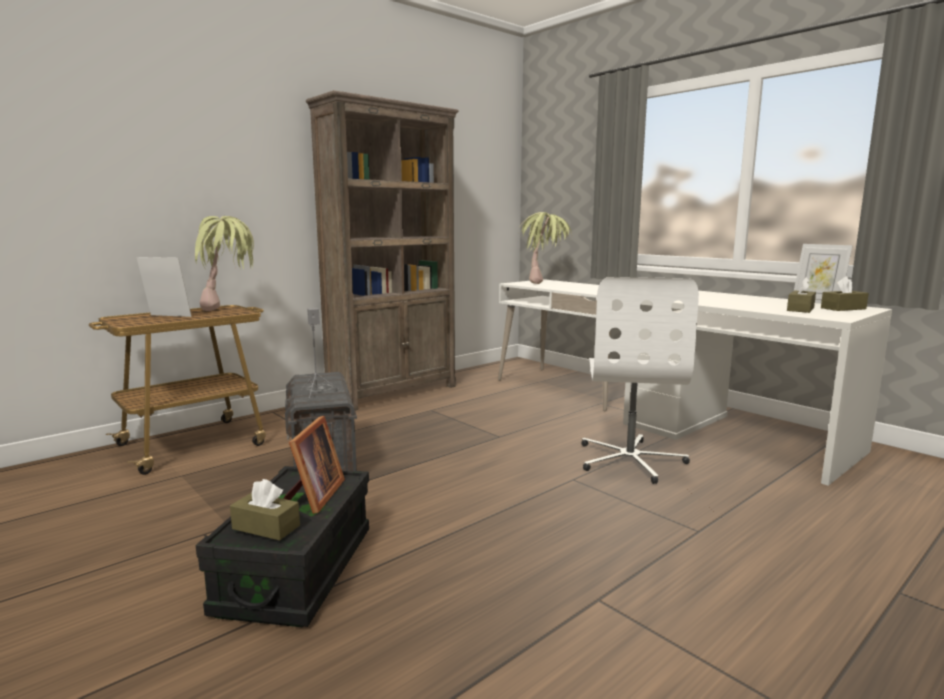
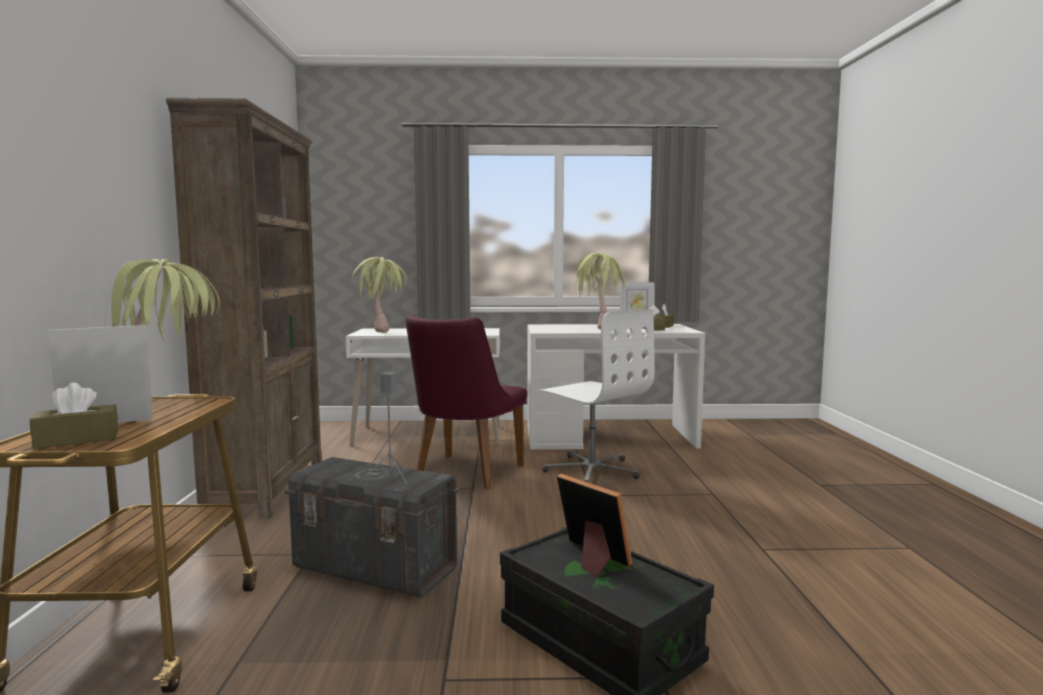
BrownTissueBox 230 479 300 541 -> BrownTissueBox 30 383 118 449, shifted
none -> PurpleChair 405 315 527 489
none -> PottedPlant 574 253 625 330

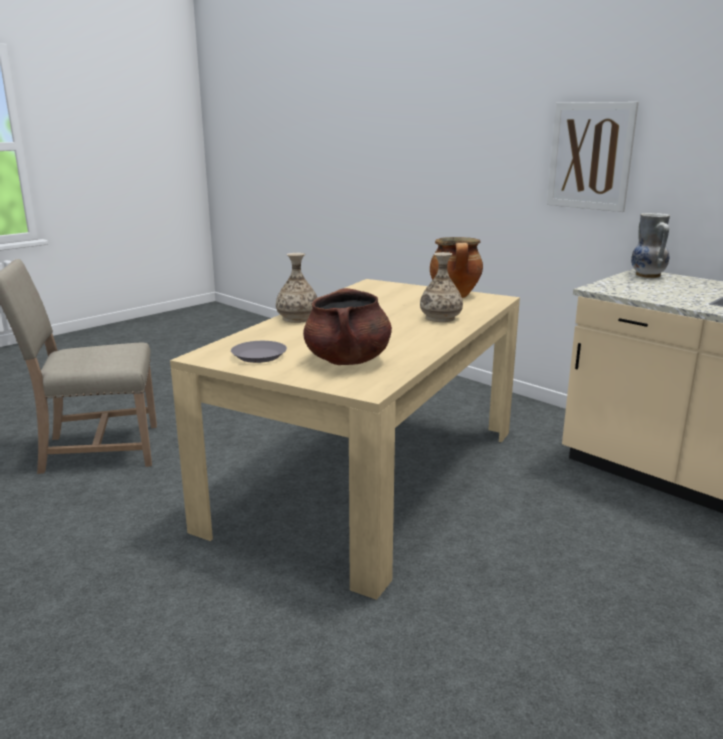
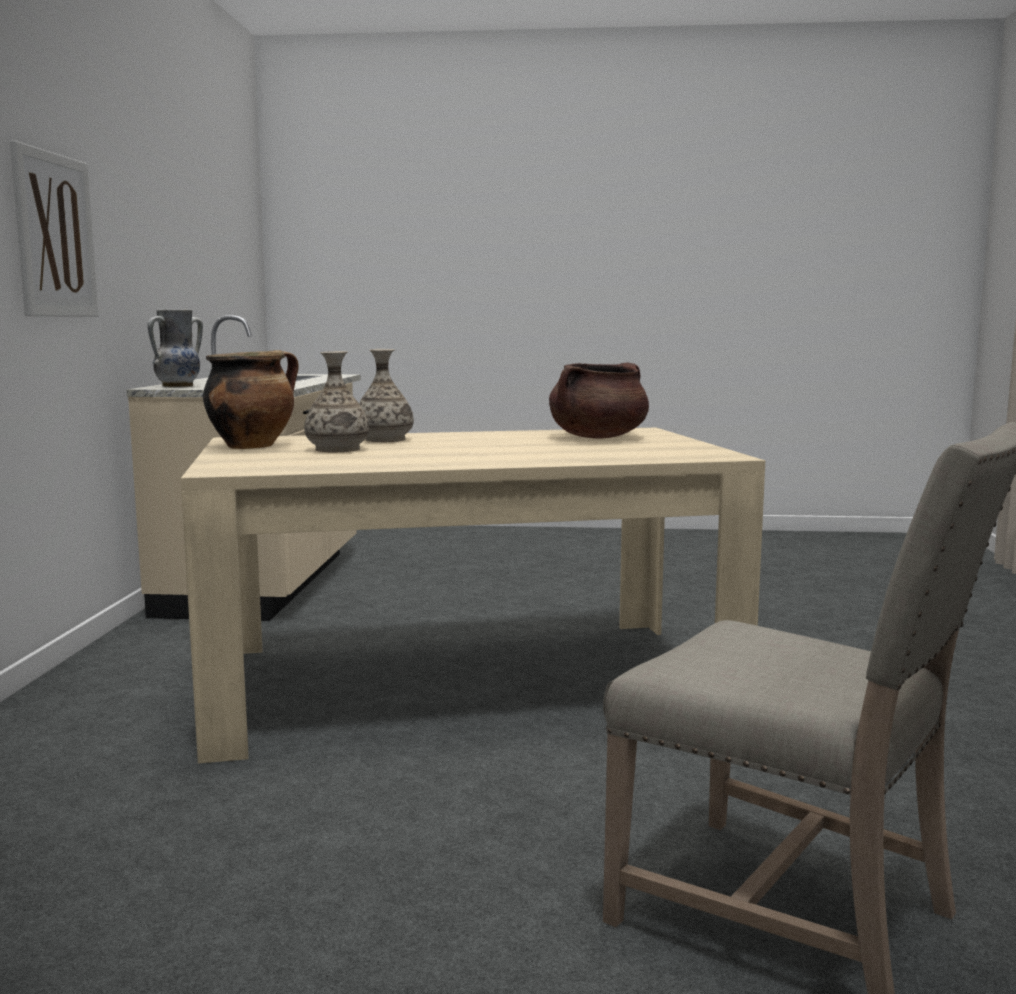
Vase 276 253 317 323 -> Vase 304 351 369 453, shifted
GreyPlate 231 341 287 363 -> none

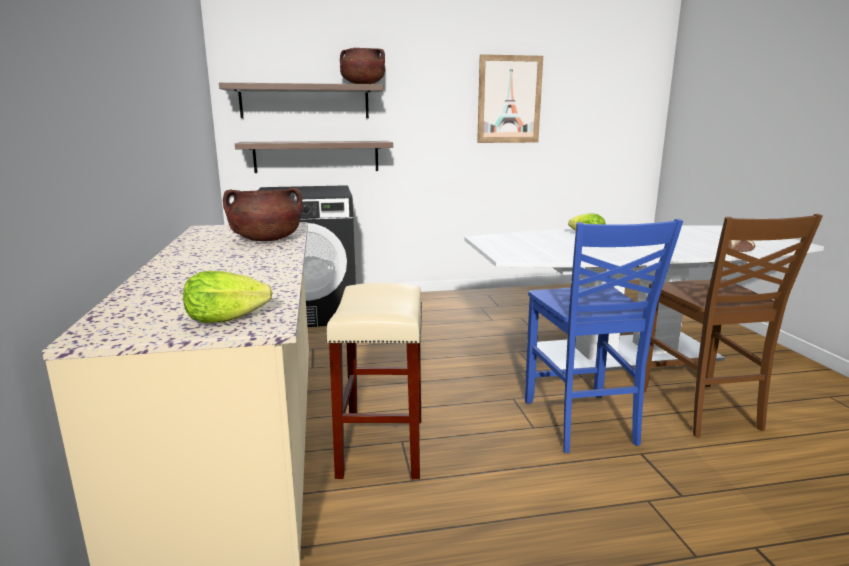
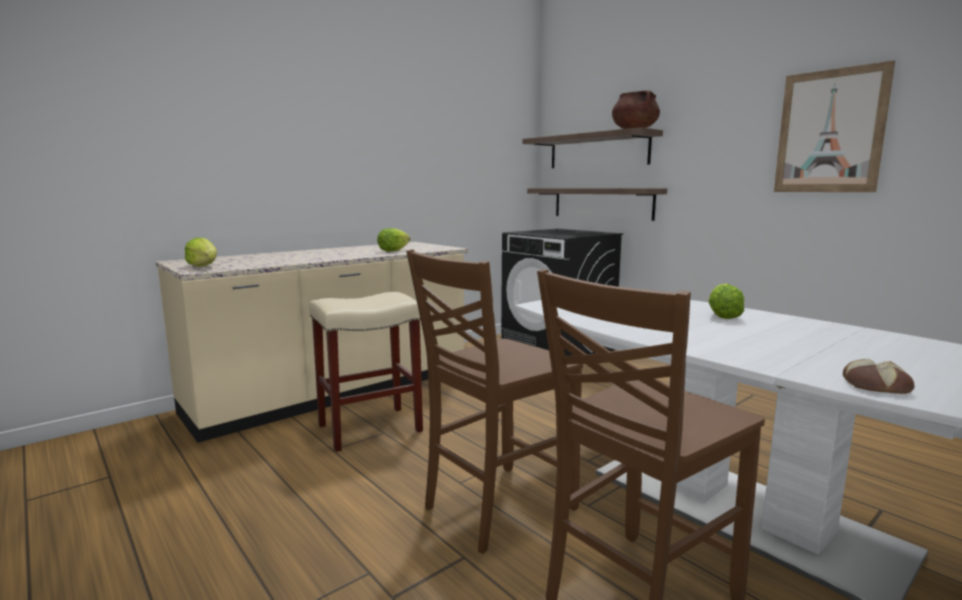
BrownCookingPot 223 188 302 241 -> Lettuce 377 228 410 252
BlueChair 525 219 683 453 -> BrownChair 406 249 583 554

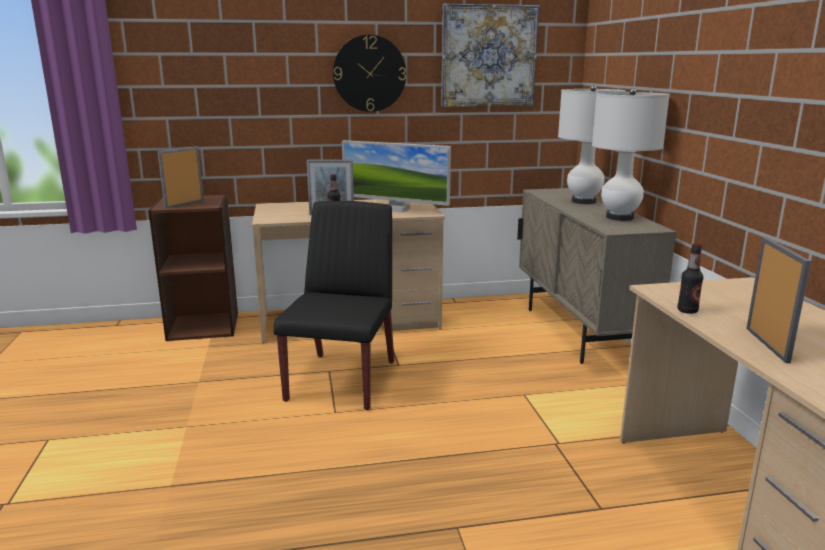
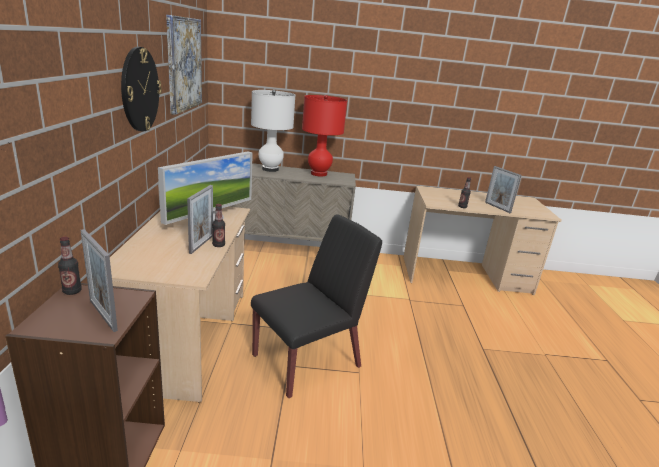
none -> Bottle 58 237 82 295
BlackChair 274 201 394 410 -> BlackChair 251 214 382 398, 120 degrees clockwise
WhiteTableLamp 592 88 670 221 -> RedTableLamp 302 95 347 176
PictureFrame 746 237 811 363 -> PictureFrame 485 166 522 213, 135 degrees counterclockwise

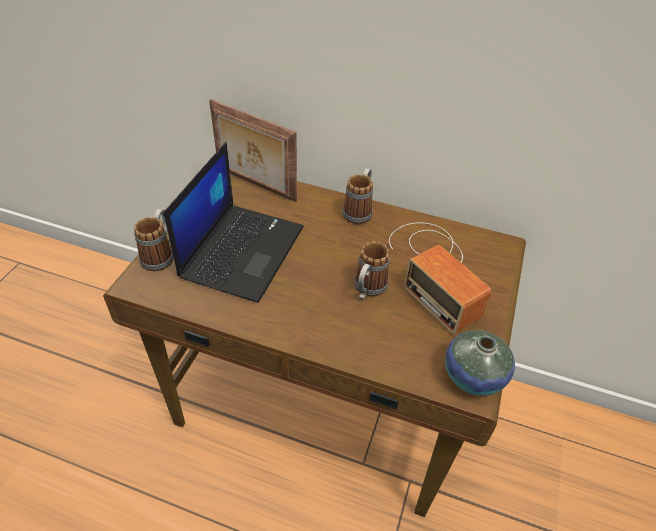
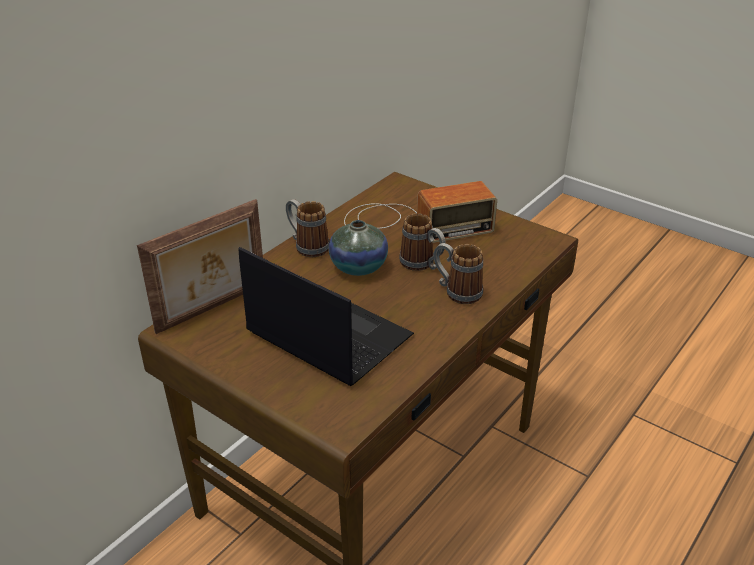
Vase 445 330 515 396 -> Vase 329 220 388 276, shifted
Mug 134 209 174 271 -> Mug 434 243 483 304, shifted

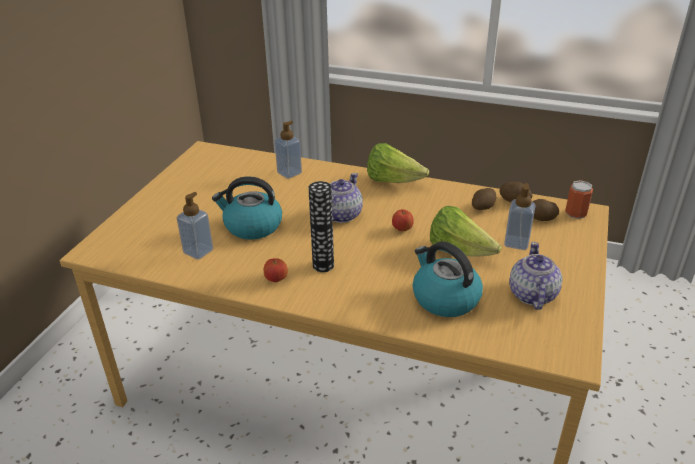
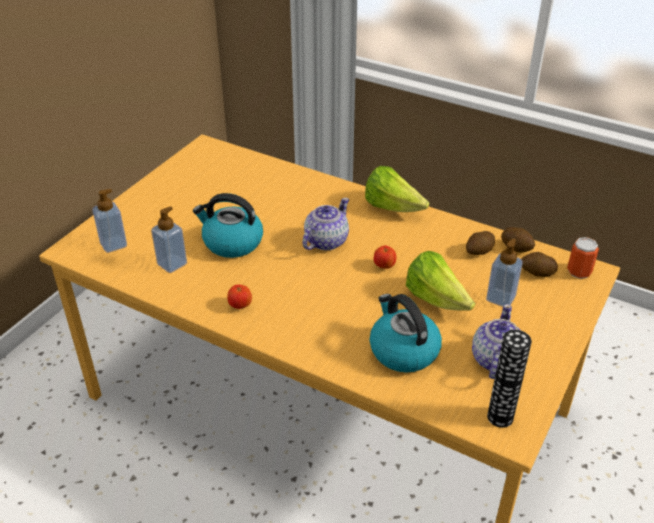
SoapDispenser 275 121 302 179 -> SoapDispenser 92 189 127 253, shifted
Vase 308 181 334 272 -> Vase 487 330 532 428, shifted

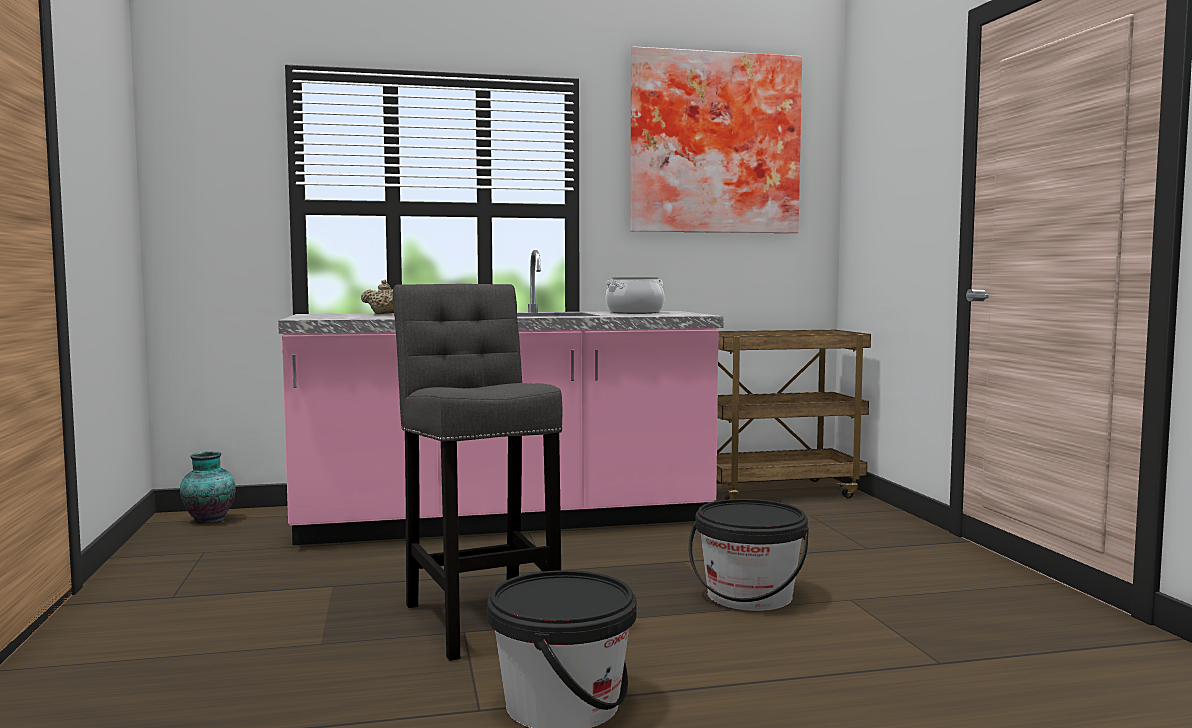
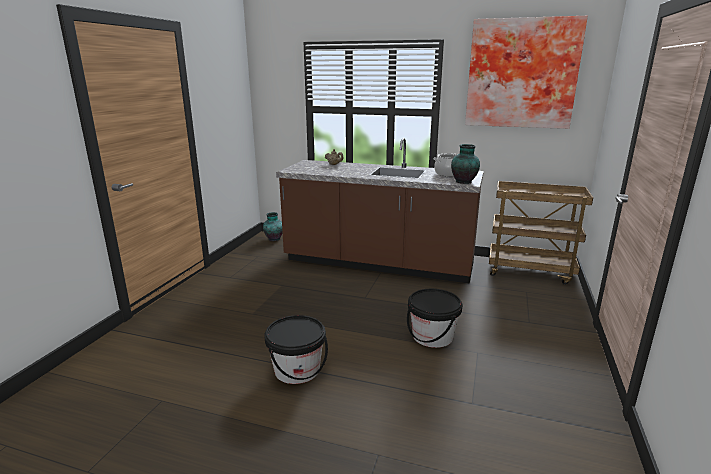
PinkCounter 278 250 724 545 -> BrownCounter 276 138 484 284
none -> Vase 451 144 480 184
GreyStool 392 284 563 661 -> none

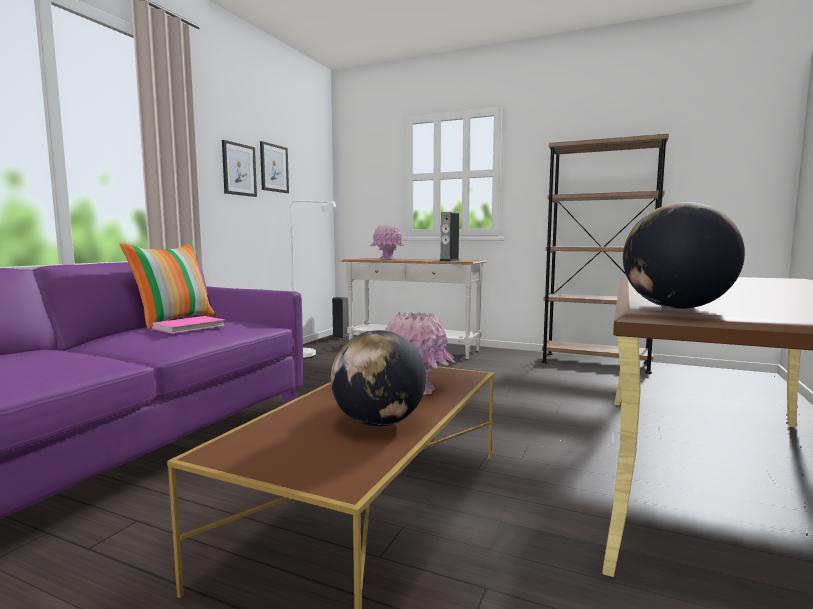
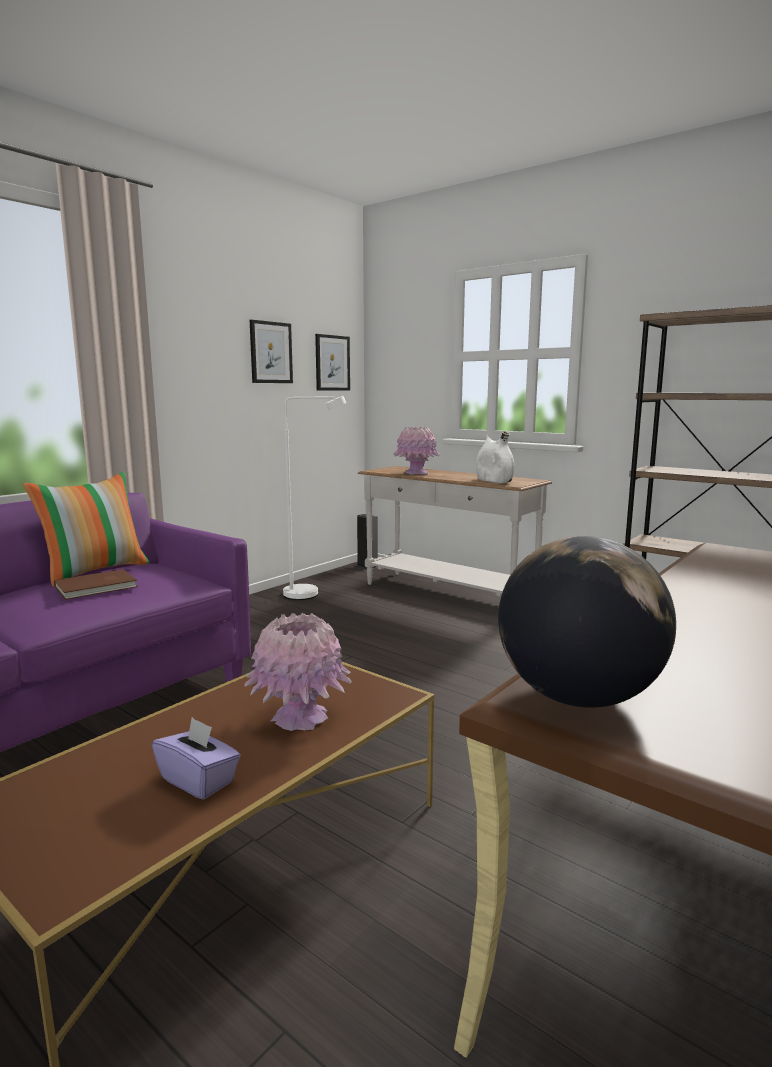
PinkBook 151 316 226 334 -> BrownBook 54 569 138 600
Globe 331 330 426 427 -> PurpleTissueBox 152 717 240 800
Picture 222 140 257 197 -> Picture 315 334 350 391, shifted
Speaker 439 212 460 261 -> WhiteVase 476 431 514 483

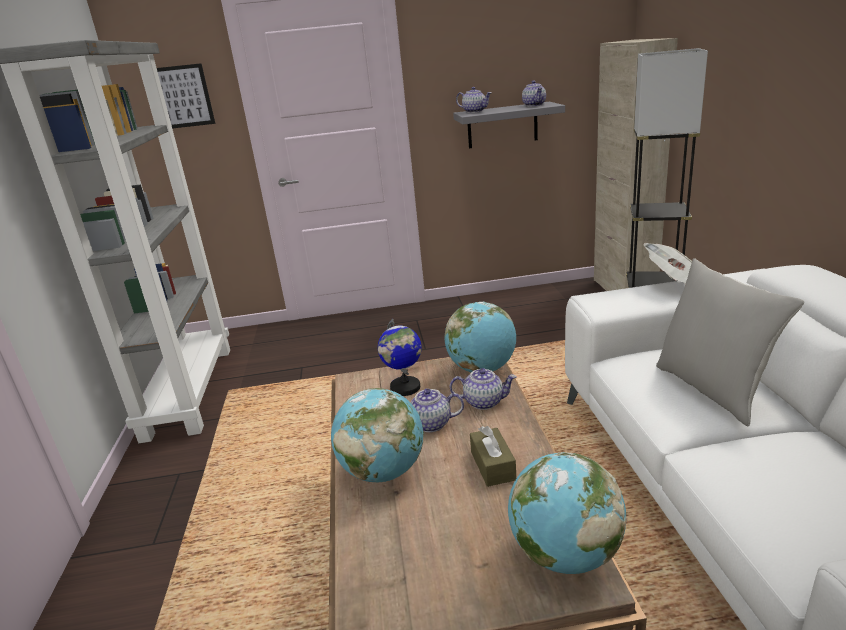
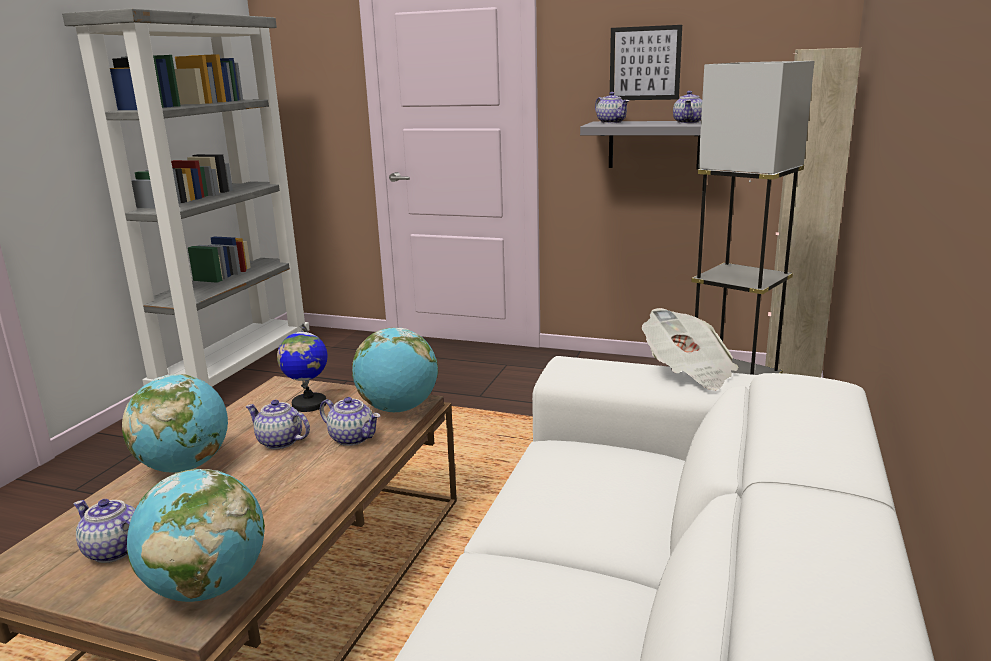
none -> Teapot 74 499 135 563
Picture 157 63 215 129 -> Picture 610 25 682 100, shifted
BrownTissueBox 470 426 516 487 -> none
GreyPillow 656 258 804 426 -> none

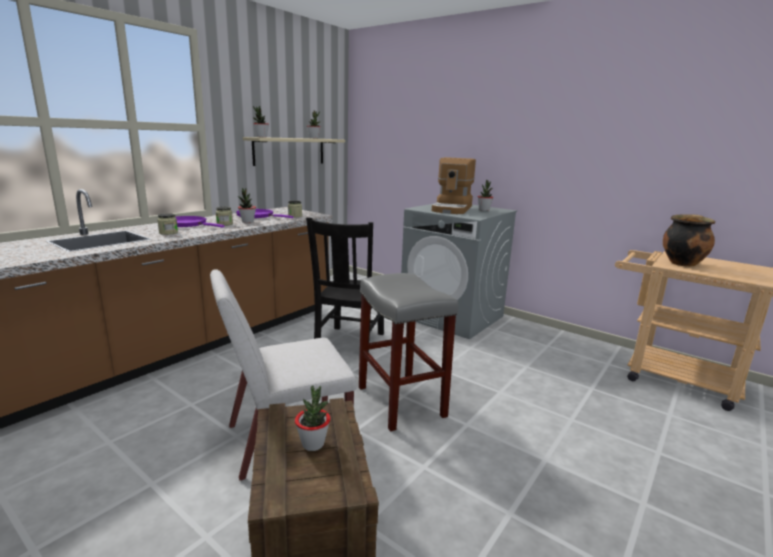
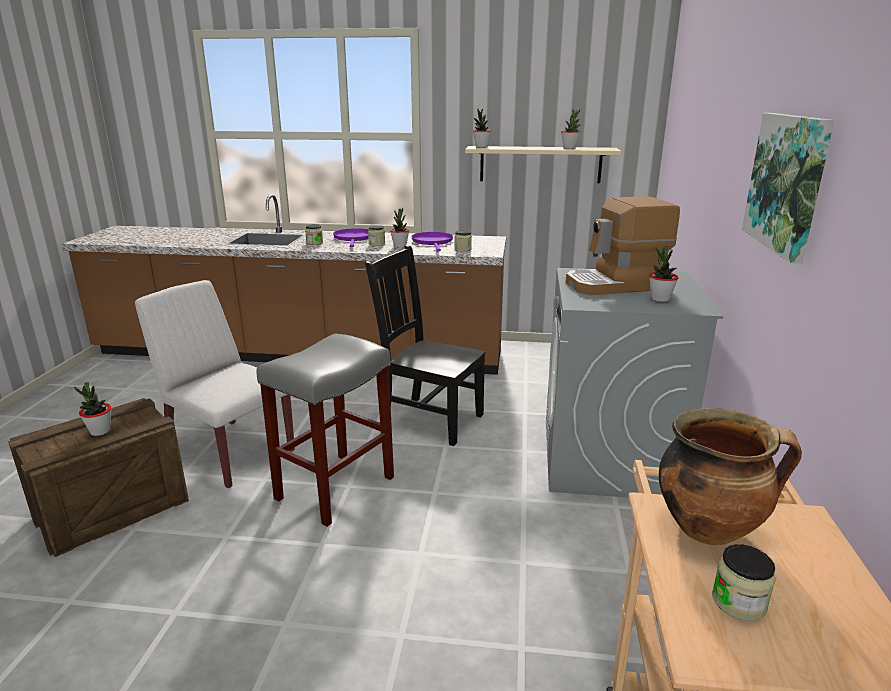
BlackChair 306 217 384 362 -> BlackChair 365 245 486 446, 45 degrees clockwise
none -> Jar 712 544 776 621
none -> Picture 742 113 834 263

